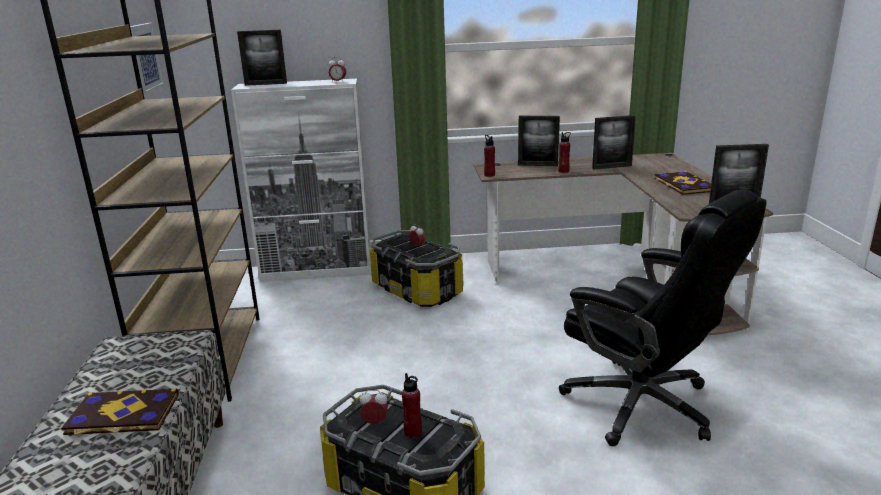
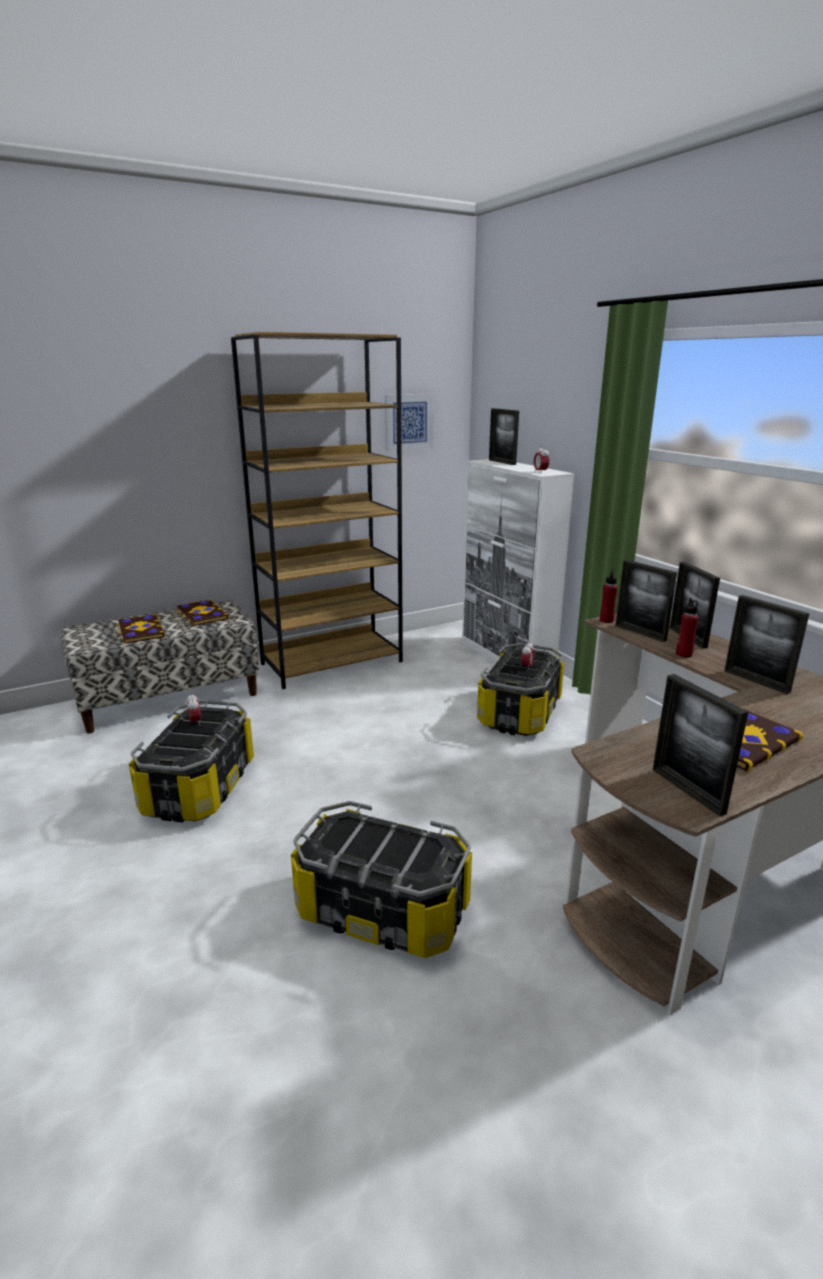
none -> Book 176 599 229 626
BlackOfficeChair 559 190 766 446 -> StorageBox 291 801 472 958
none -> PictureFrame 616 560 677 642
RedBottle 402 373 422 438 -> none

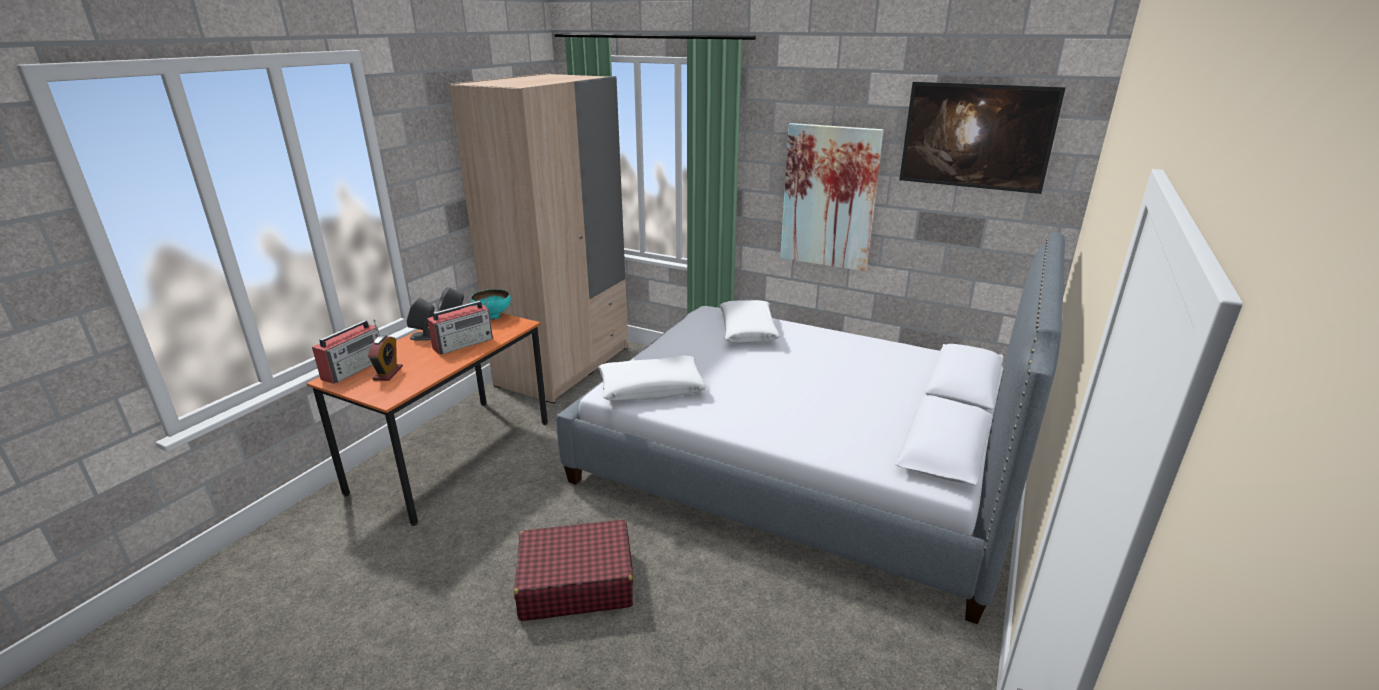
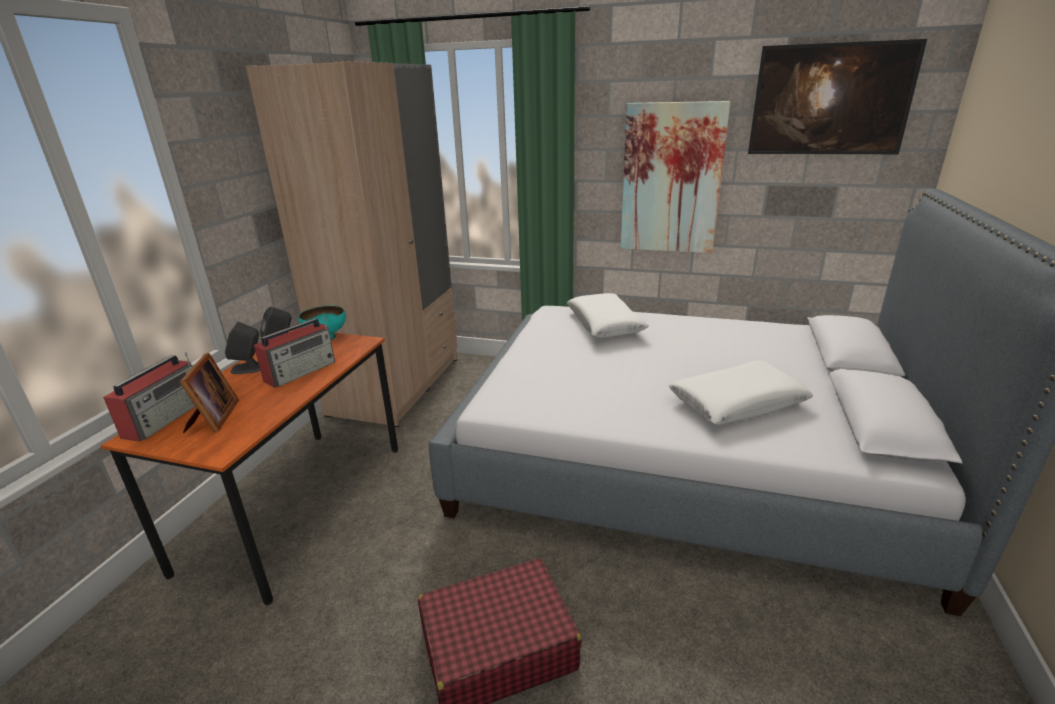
AlarmClock 368 335 403 381 -> PictureFrame 180 353 239 433
WhitePillow 598 355 706 401 -> WhitePillow 668 360 813 425, shifted

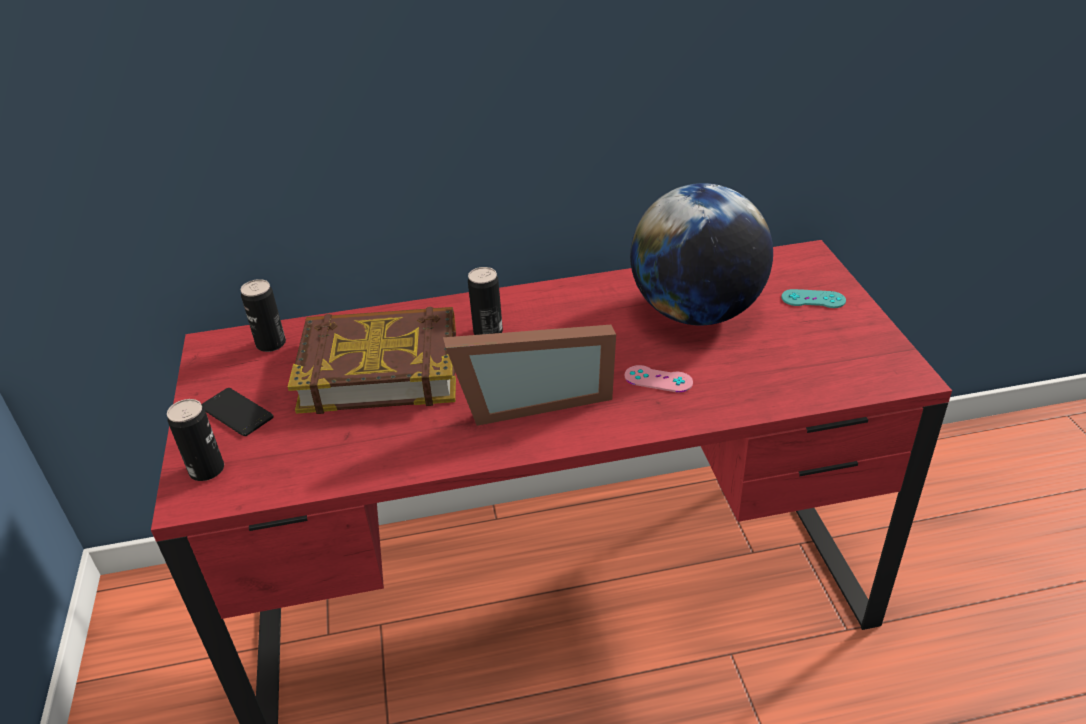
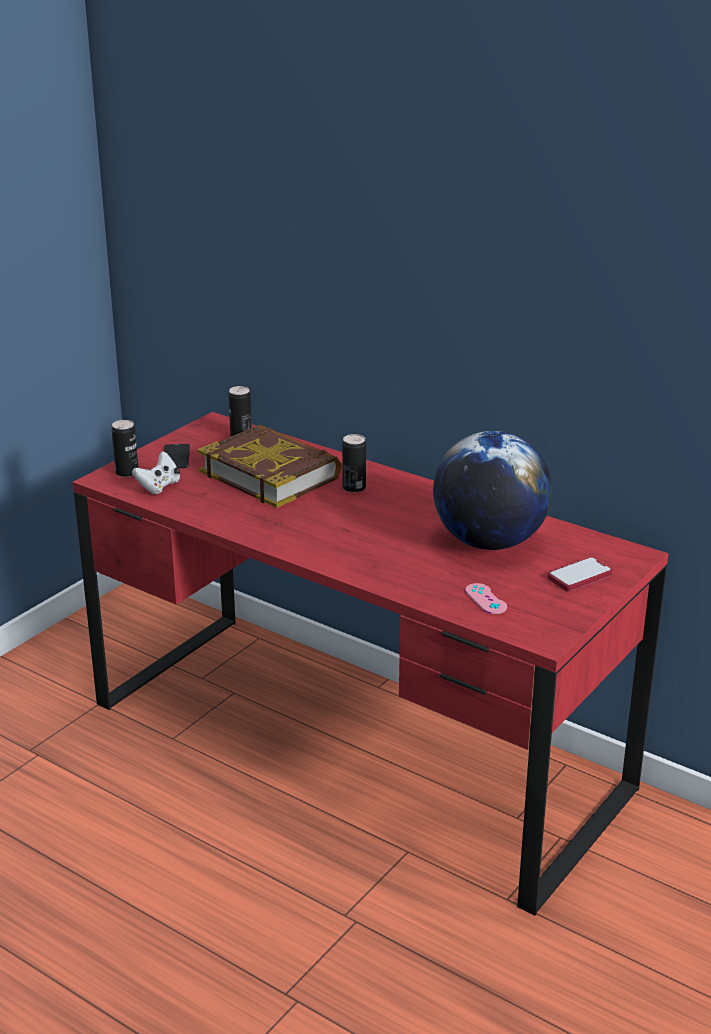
none -> WhiteGameController 132 451 180 494
PinkGameController 624 365 693 393 -> PinkGameController 465 583 507 614, shifted
TurquoiseGameController 781 289 846 308 -> Phone 548 557 613 591
PictureFrame 443 325 616 426 -> none

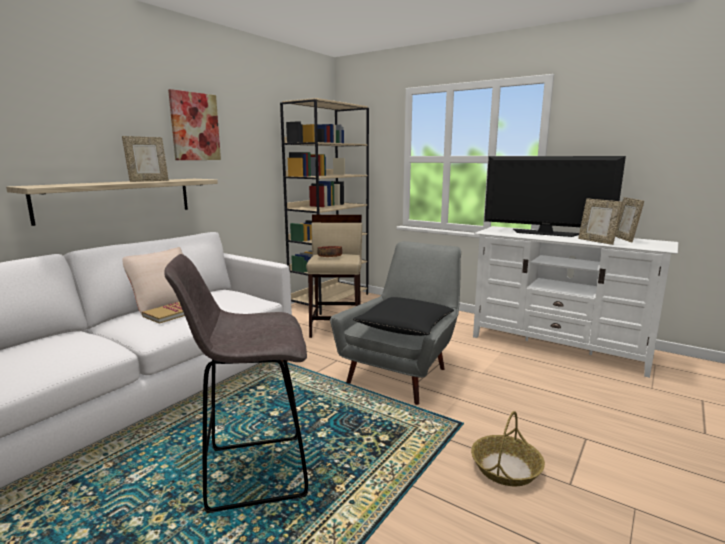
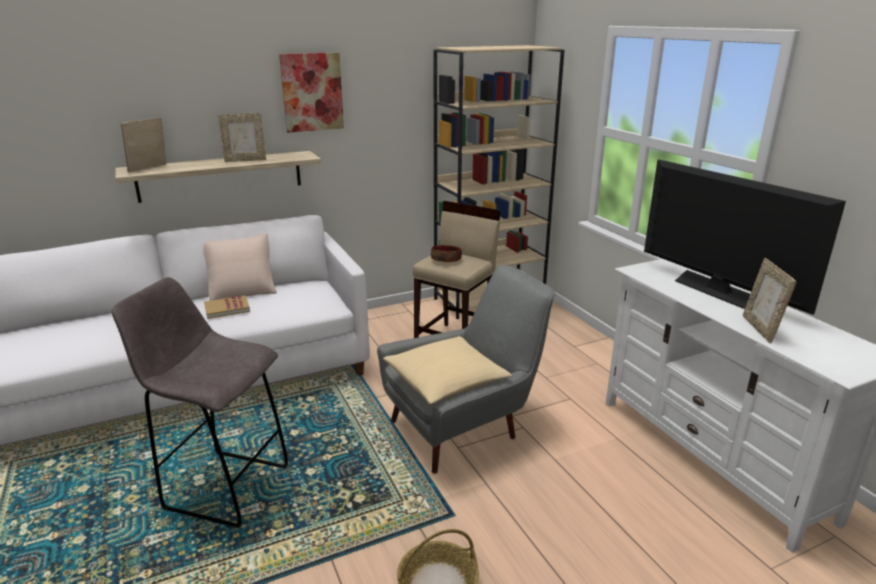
PictureFrame 615 197 644 242 -> PictureFrame 121 117 166 172, shifted
BlackPillow 353 297 454 336 -> BeigePillow 383 336 512 404

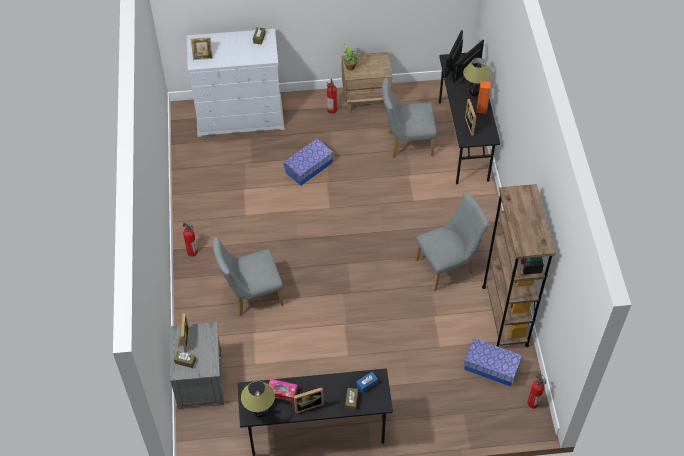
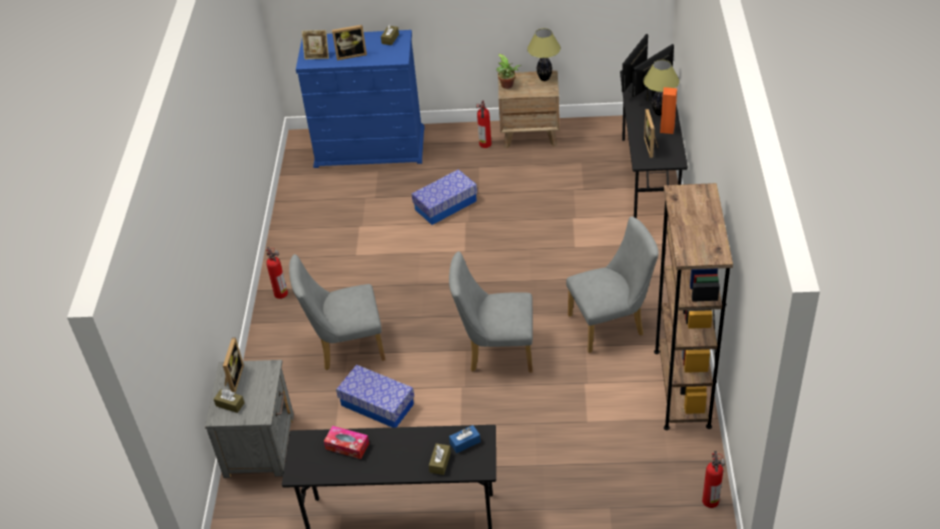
WhiteDresser 187 29 284 137 -> BlueDresser 296 30 425 168
PictureFrame 294 387 324 414 -> PictureFrame 332 25 367 60, shifted
StorageBox 464 338 523 387 -> StorageBox 336 364 414 428, shifted
GreyChair 382 78 437 158 -> GreyChair 449 251 533 372, shifted
TableLamp 241 380 275 418 -> TableLamp 527 28 561 81, shifted

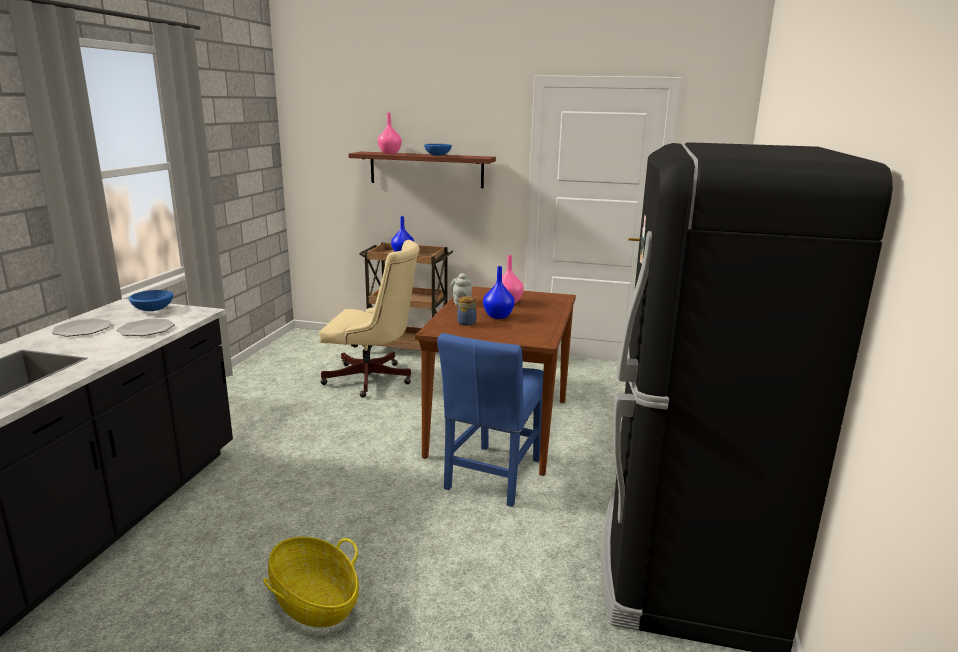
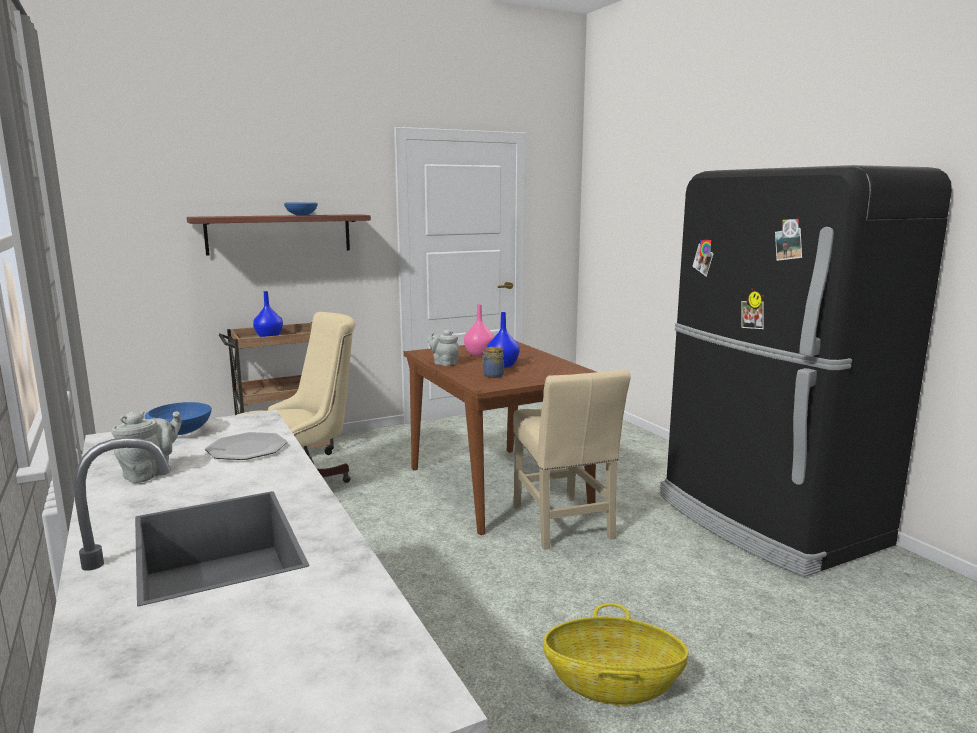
Plate 52 318 111 337 -> GreyTeapot 111 411 182 483
BlueChair 437 333 543 507 -> BeigeChair 513 369 631 550
PinkVase 378 113 402 154 -> none

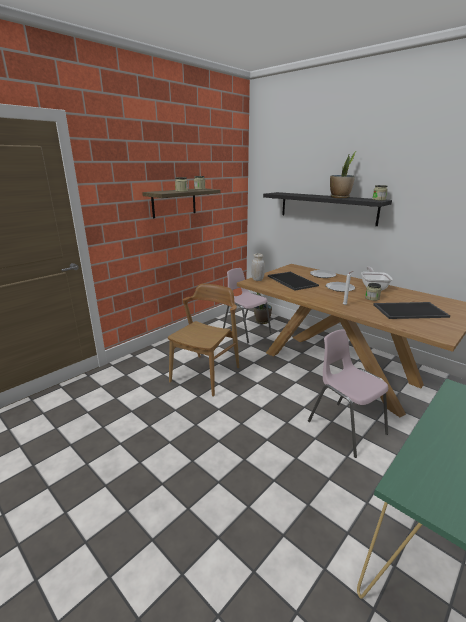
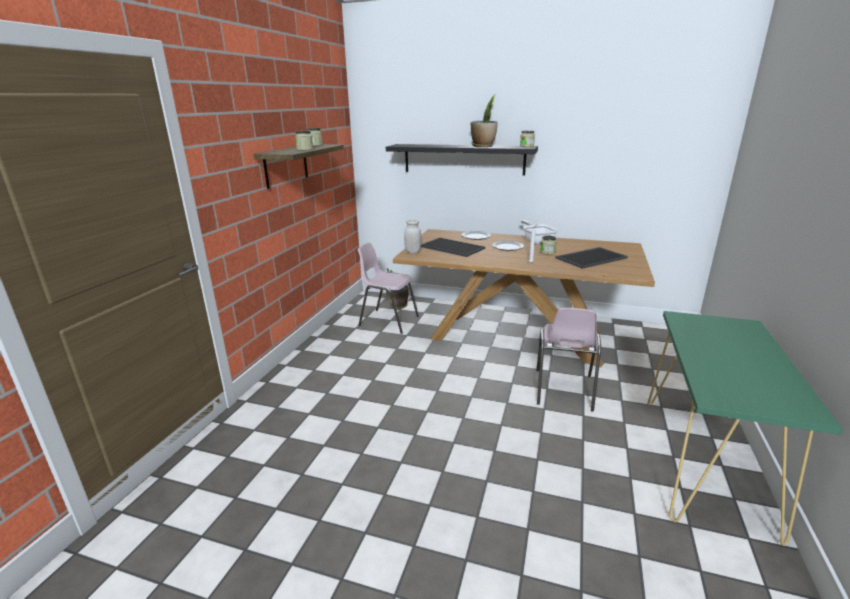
PinkChair 308 329 388 458 -> PinkChair 536 308 601 412, 105 degrees counterclockwise
BrownChair 168 284 239 396 -> none

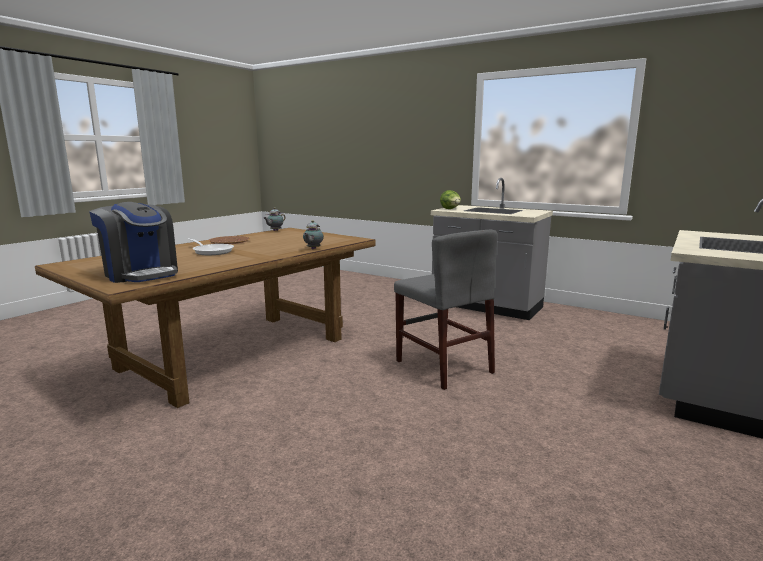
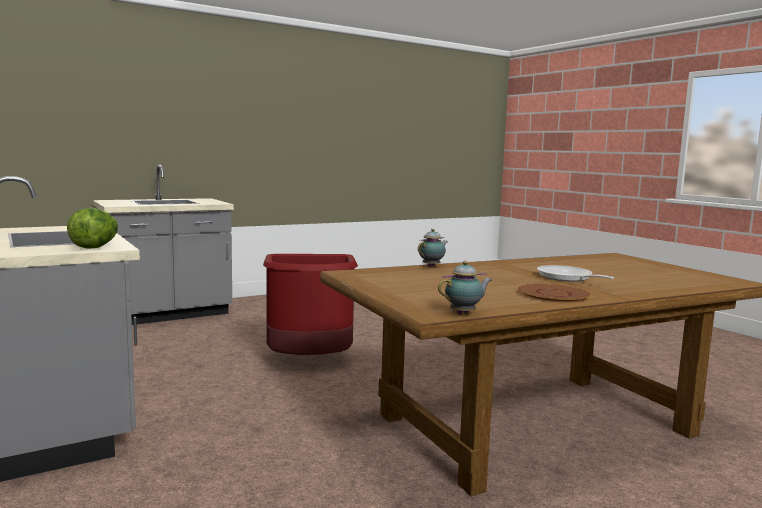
GreyChair 394 230 497 390 -> RedTrashCan 263 254 358 355
CoffeeMachine 89 202 178 283 -> none

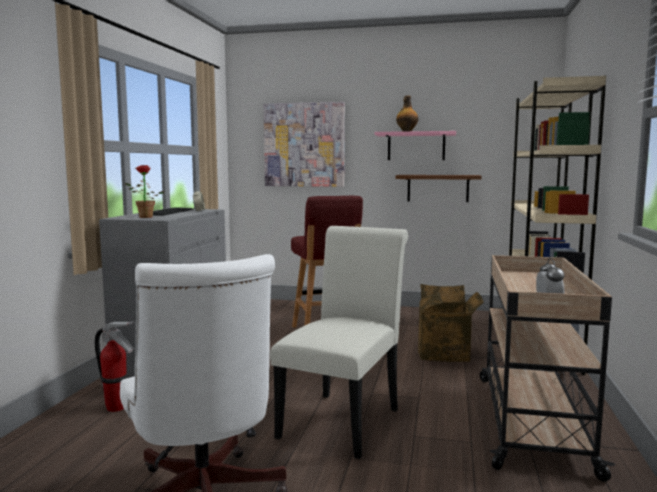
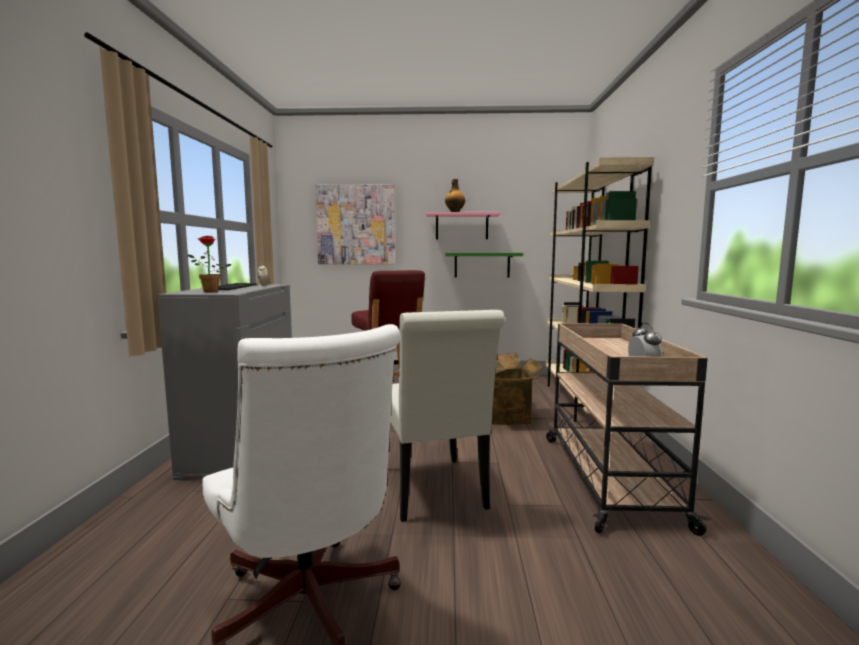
WhiteChair 270 226 408 459 -> WhiteChair 390 310 505 522, 150 degrees clockwise
BrownShelf 395 175 482 202 -> GreenShelf 445 253 523 278
FireExtinguisher 95 321 134 412 -> none

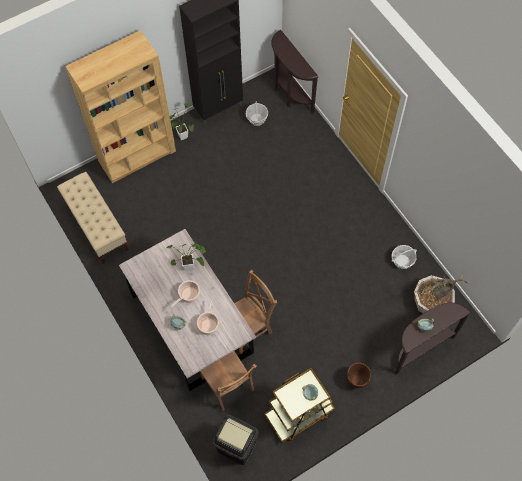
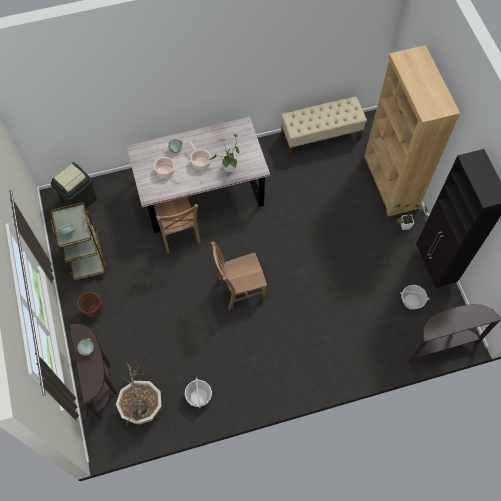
BrownChair 200 351 257 411 -> BrownChair 211 242 267 310, shifted

